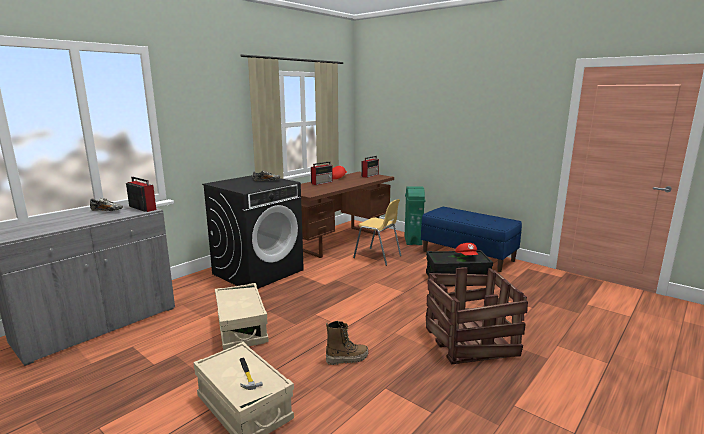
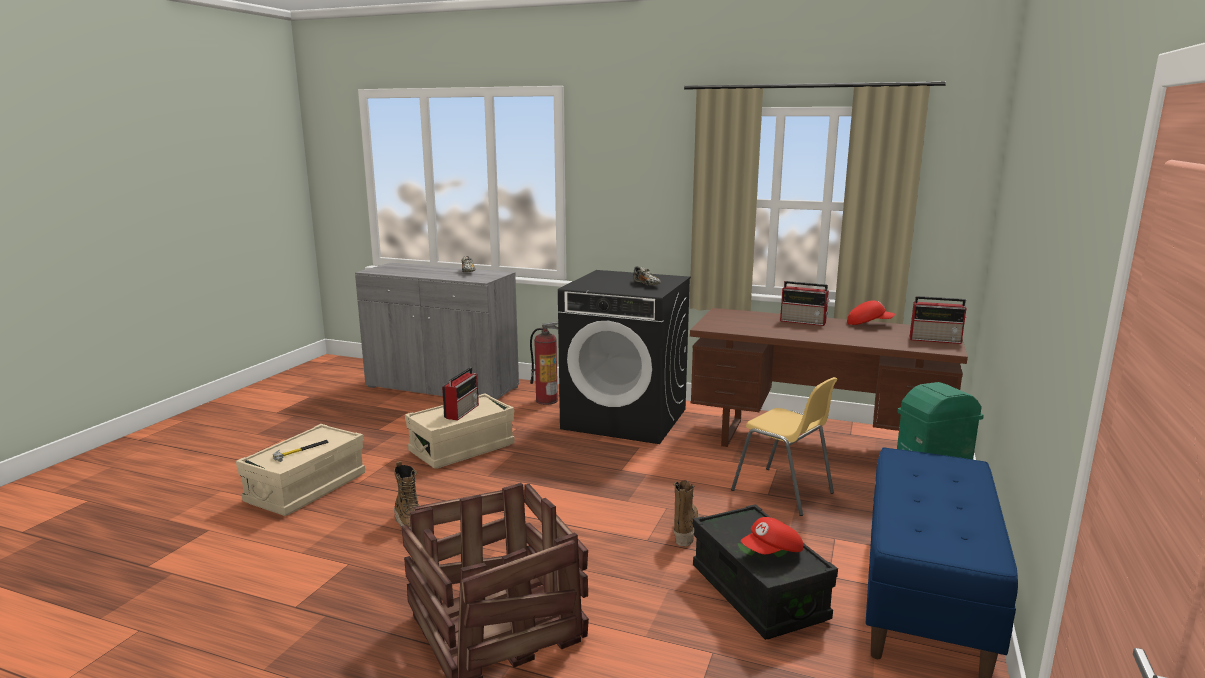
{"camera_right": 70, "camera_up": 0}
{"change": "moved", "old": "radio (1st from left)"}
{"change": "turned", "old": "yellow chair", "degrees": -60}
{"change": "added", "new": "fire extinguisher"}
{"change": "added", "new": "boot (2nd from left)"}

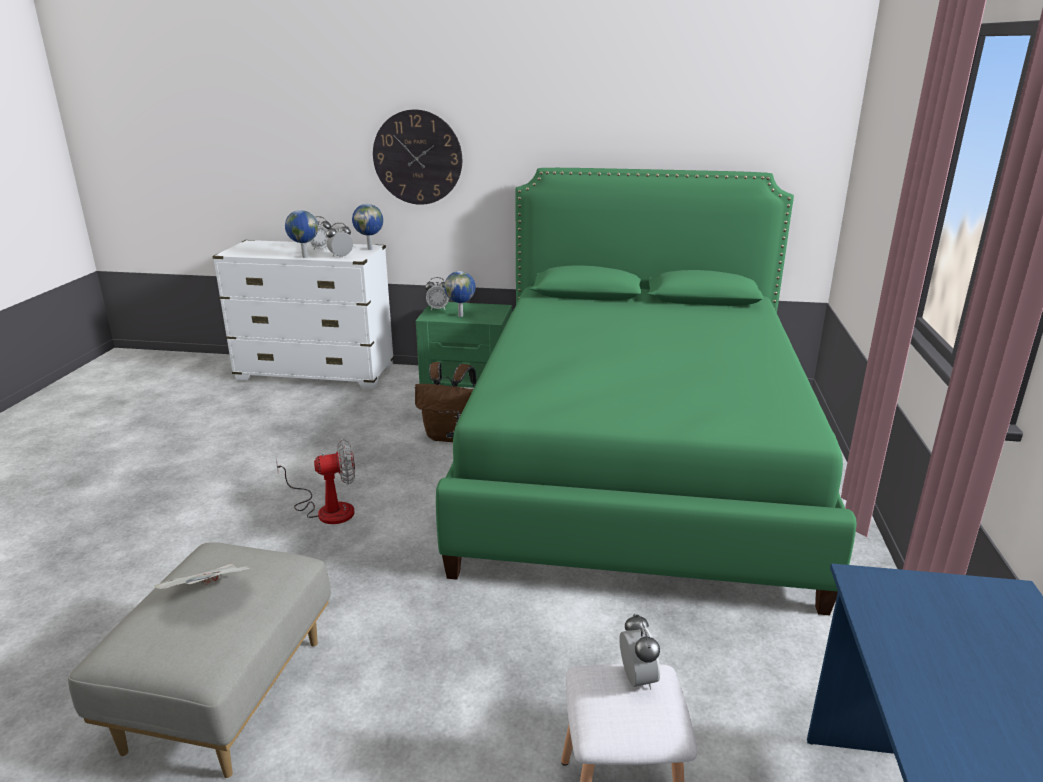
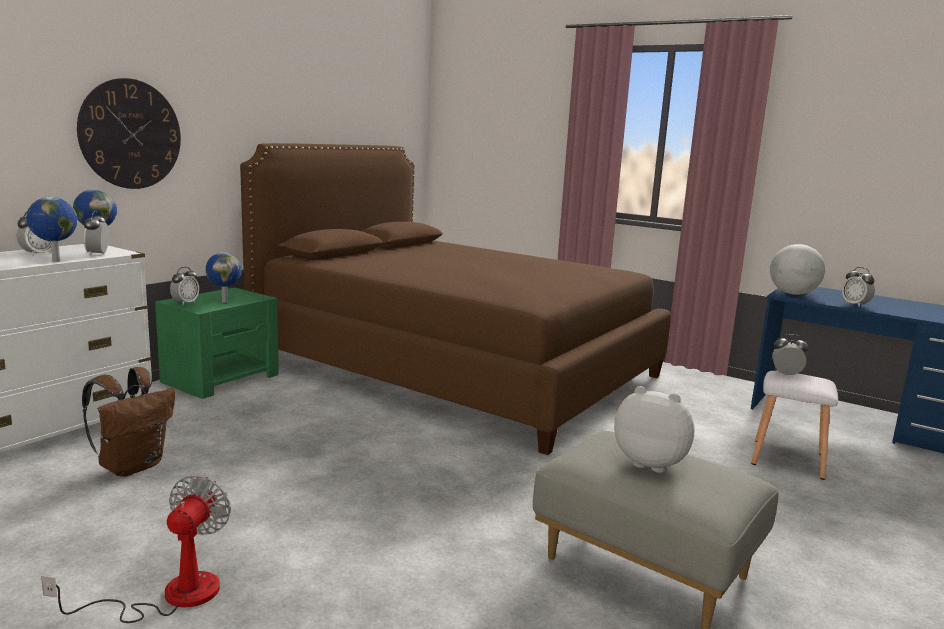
{"camera_right": -65, "camera_up": -10}
{"change": "replaced", "old": "newspaper", "new": "plush toy"}
{"change": "moved", "old": "fan"}
{"change": "moved", "old": "brown backpack"}
{"change": "recoloured", "old": "green bed", "new": "brown bed"}
{"change": "added", "new": "globe (4th from left)"}
{"change": "added", "new": "alarm clock (5th from left)"}

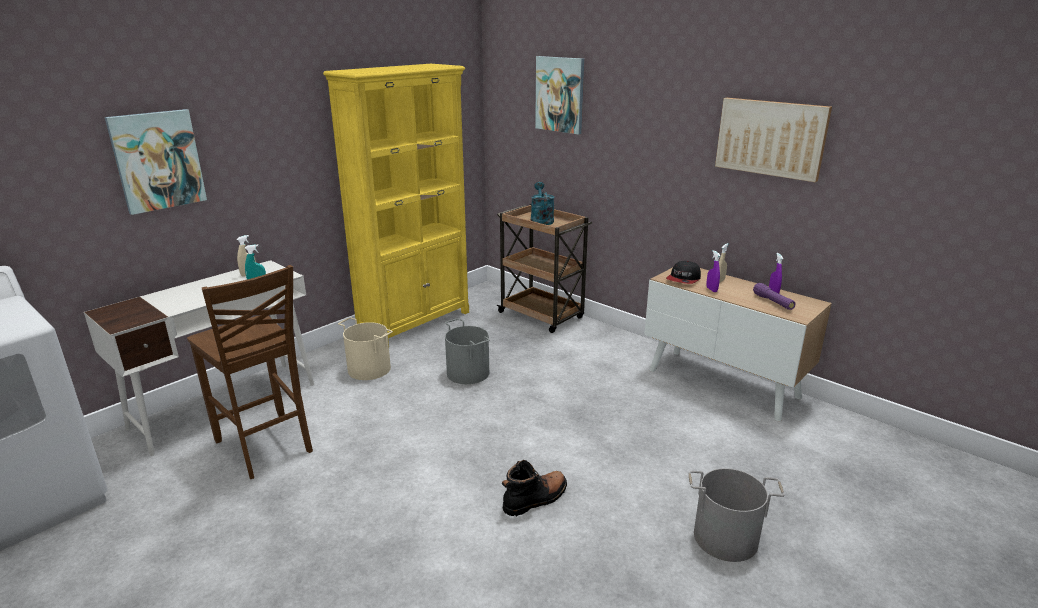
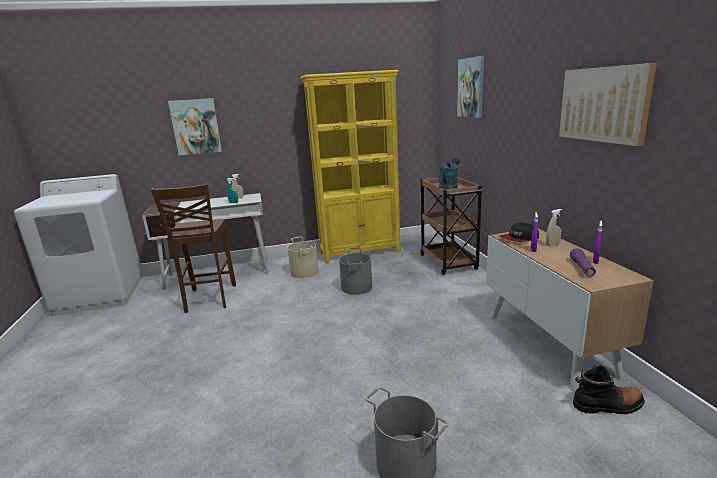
{"camera_right": 35, "camera_up": -5}
{"change": "moved", "old": "black boot"}

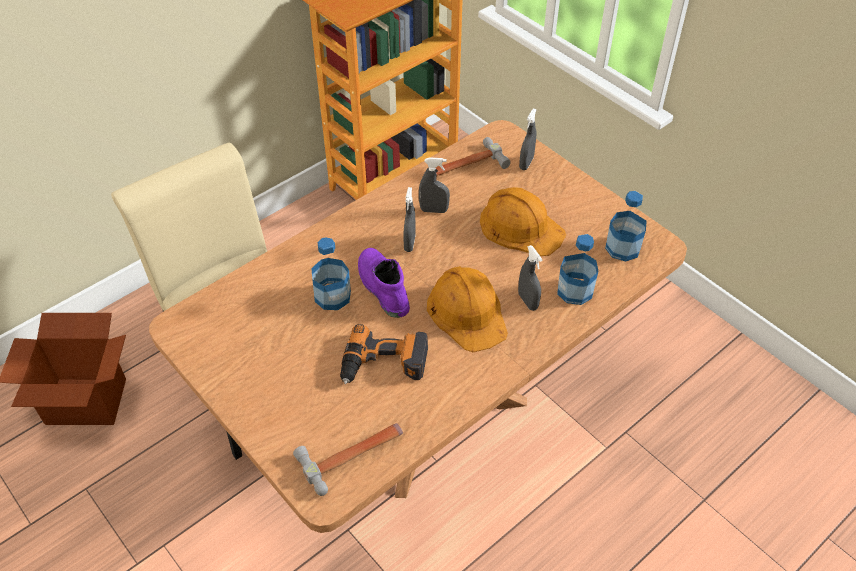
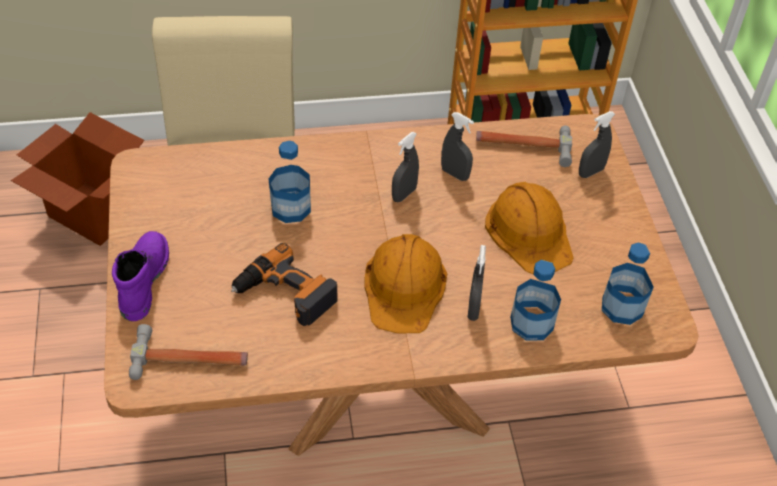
{"camera_right": 30, "camera_up": 0}
{"change": "moved", "old": "purple boot"}

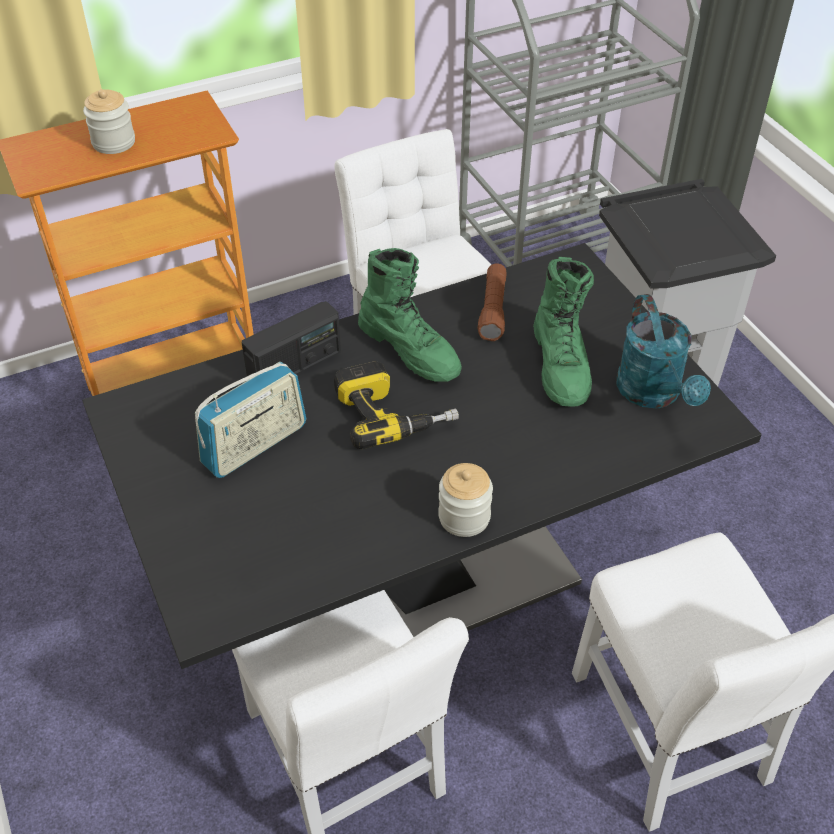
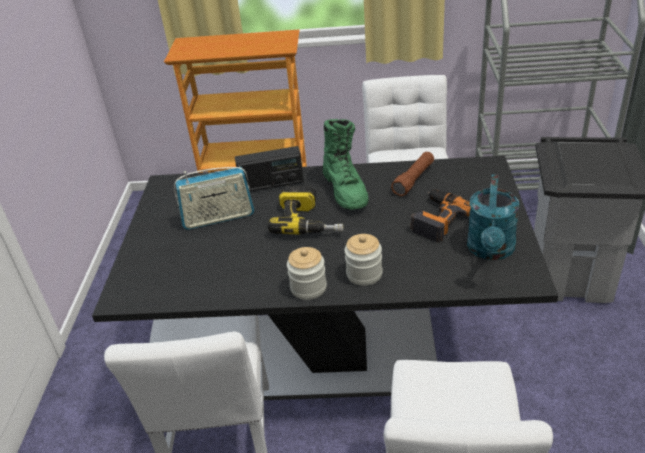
{"camera_right": 30, "camera_up": -10}
{"change": "moved", "old": "jar (1st from left in the first image)", "new": "jar (2nd from left)"}
{"change": "replaced", "old": "green boot (2nd from left)", "new": "power drill (2nd from left)"}

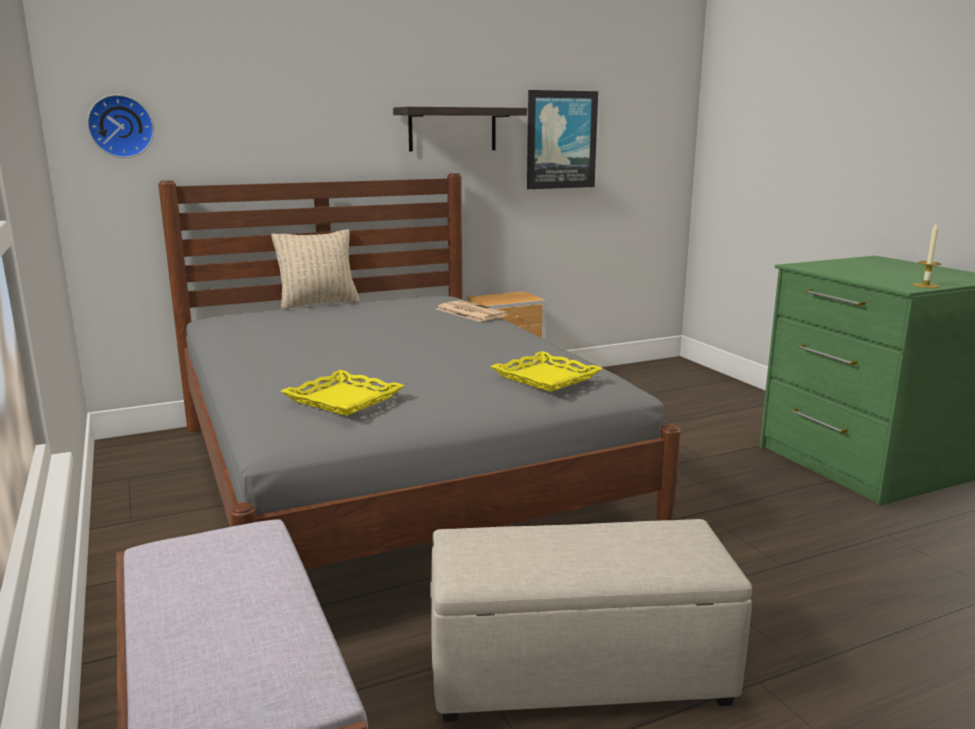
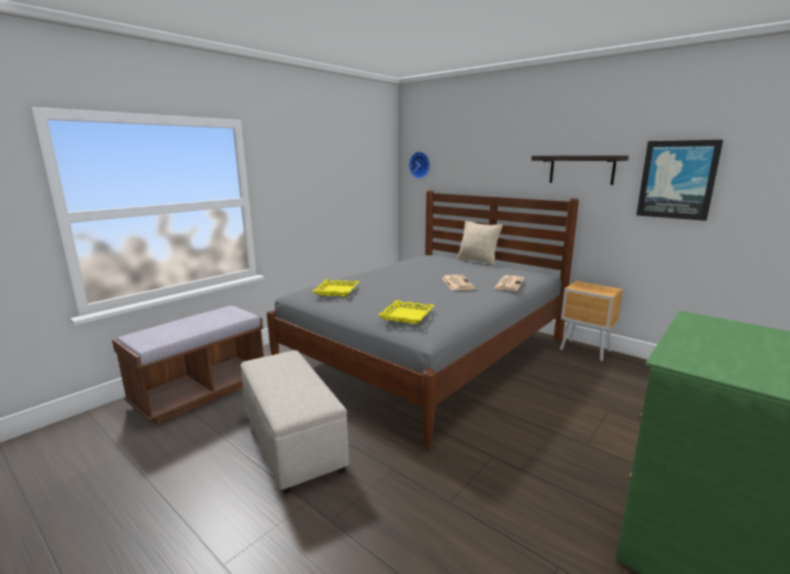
{"camera_right": 65, "camera_up": 0}
{"change": "removed", "old": "candle"}
{"change": "added", "new": "newspaper (1st from left)"}

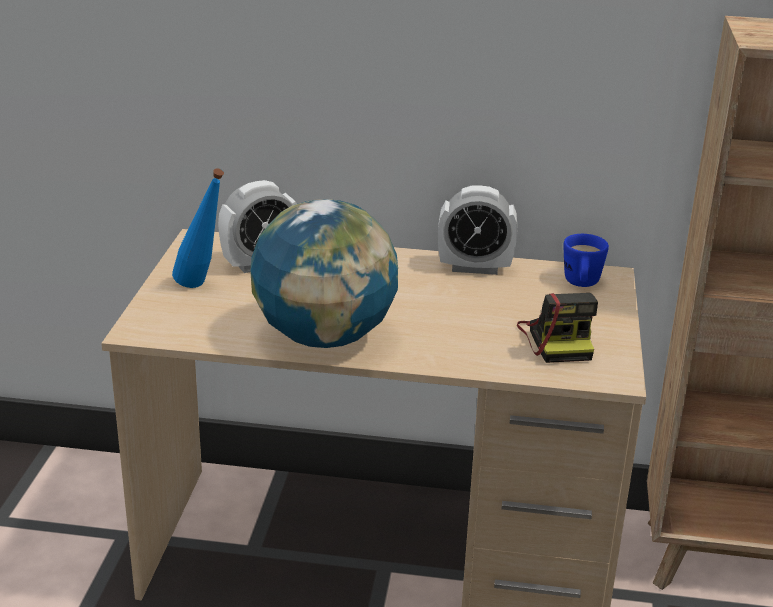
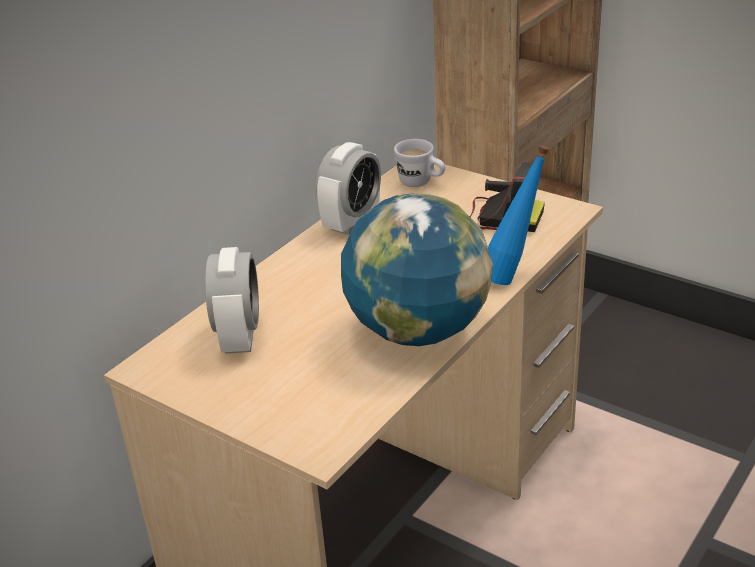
{"camera_right": -60, "camera_up": 5}
{"change": "moved", "old": "blue bottle"}
{"change": "recoloured", "old": "blue mug", "new": "white mug"}

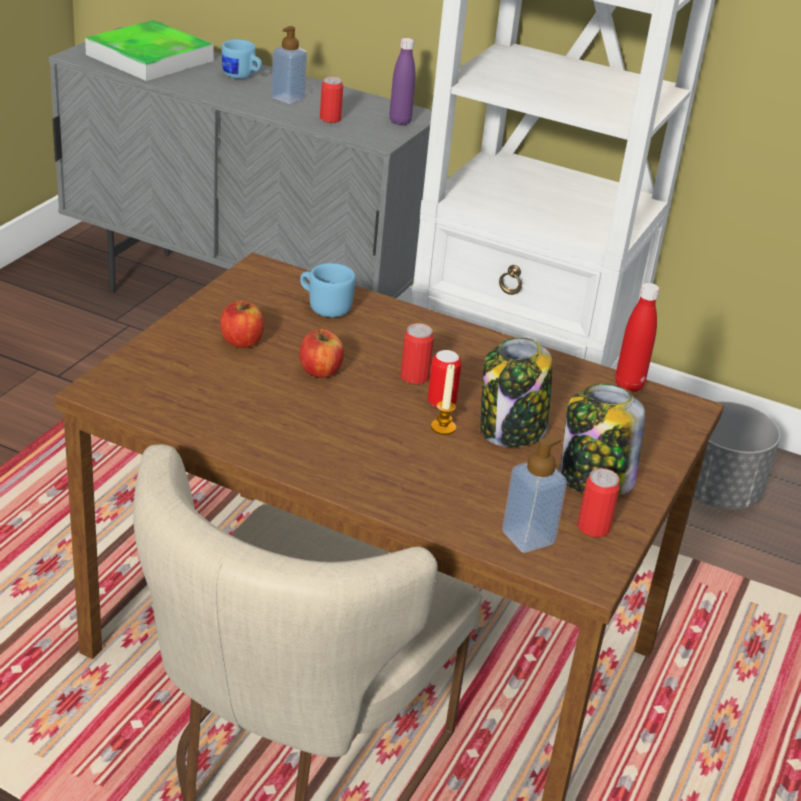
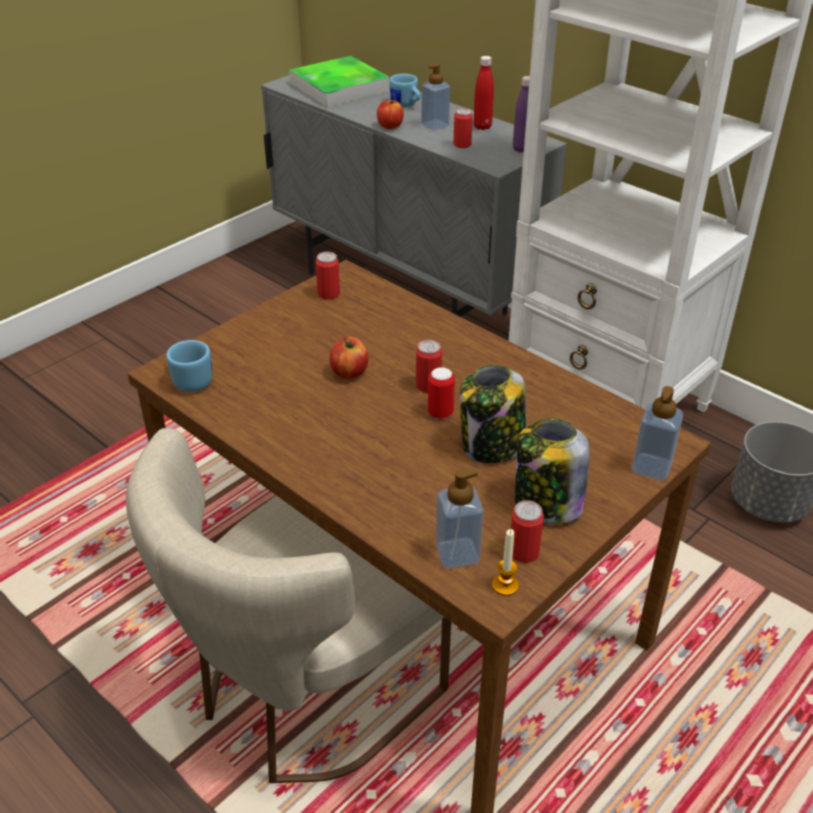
{"camera_right": 20, "camera_up": 5}
{"change": "moved", "old": "apple (1st from left in the first image)", "new": "apple (2nd from left)"}
{"change": "moved", "old": "blue mug (2nd from left in the first image)", "new": "blue mug (1st from left)"}
{"change": "moved", "old": "candle"}
{"change": "moved", "old": "red bottle"}
{"change": "added", "new": "can (1st from left)"}
{"change": "added", "new": "soap dispenser (3rd from left)"}

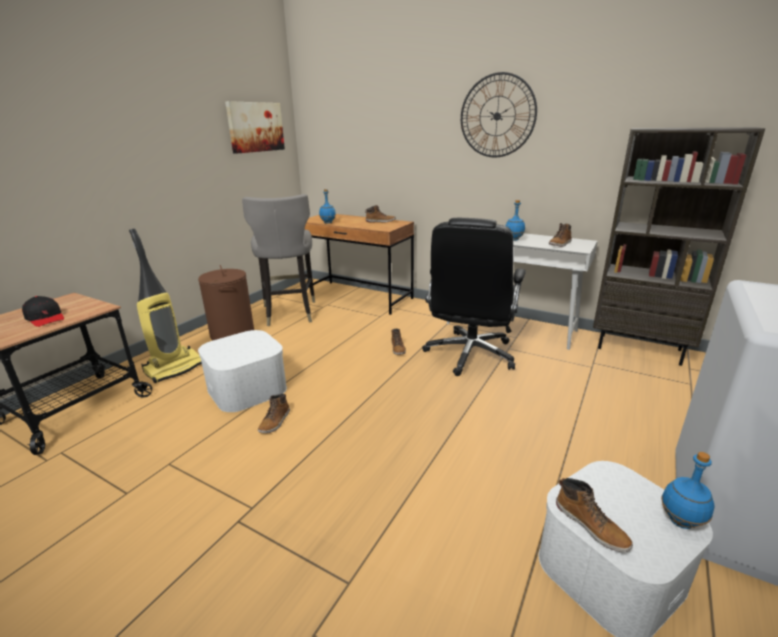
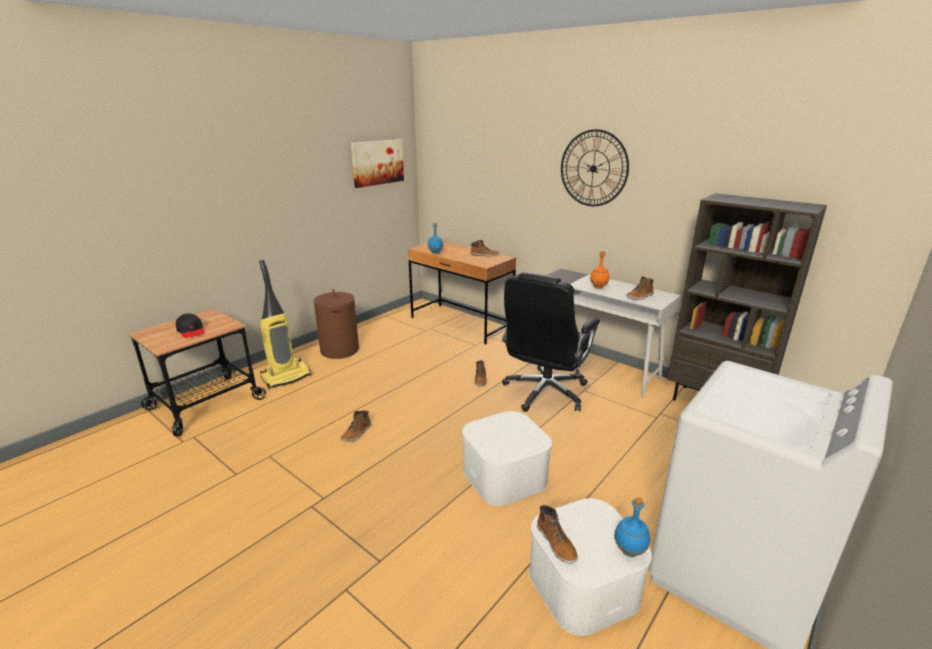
{"camera_right": 10, "camera_up": 0}
{"change": "moved", "old": "white storage box (1st from left)"}
{"change": "removed", "old": "grey stool"}
{"change": "recoloured", "old": "blue bottle (2nd from left)", "new": "orange bottle"}

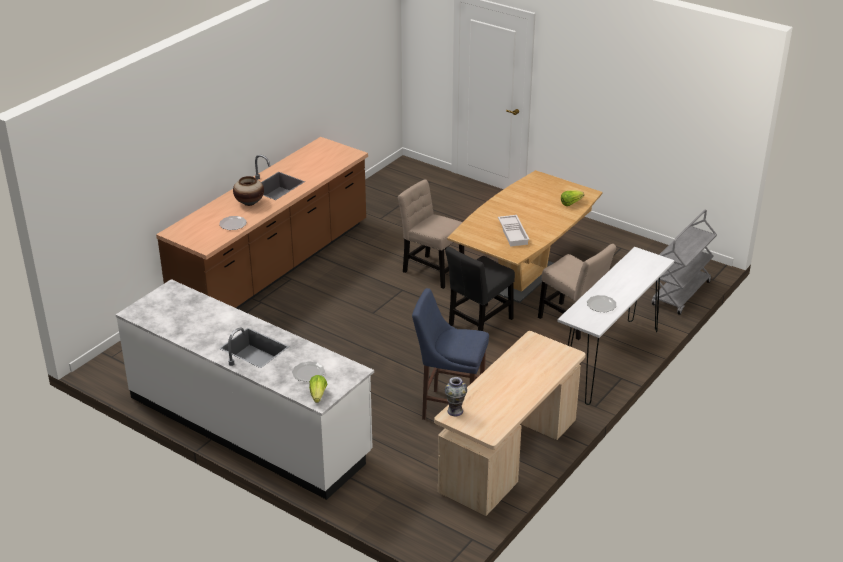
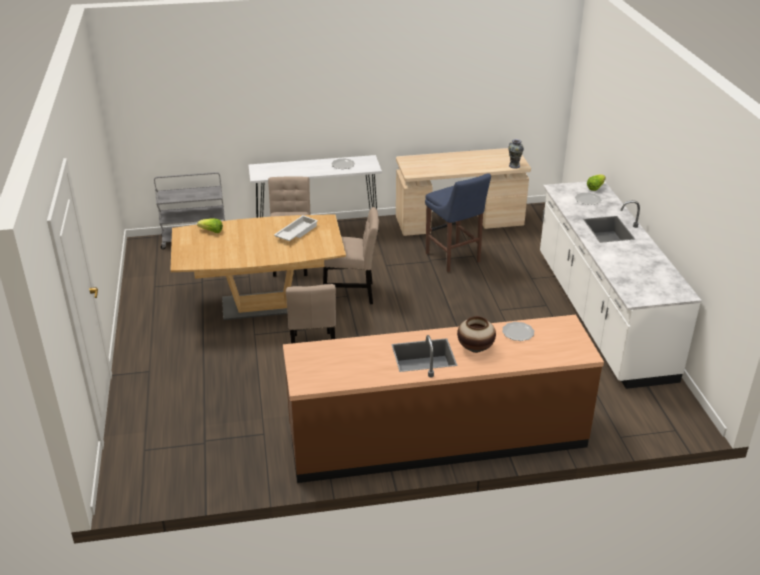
{"camera_right": -135, "camera_up": 0}
{"change": "recoloured", "old": "black chair", "new": "beige chair (3rd from left)"}

